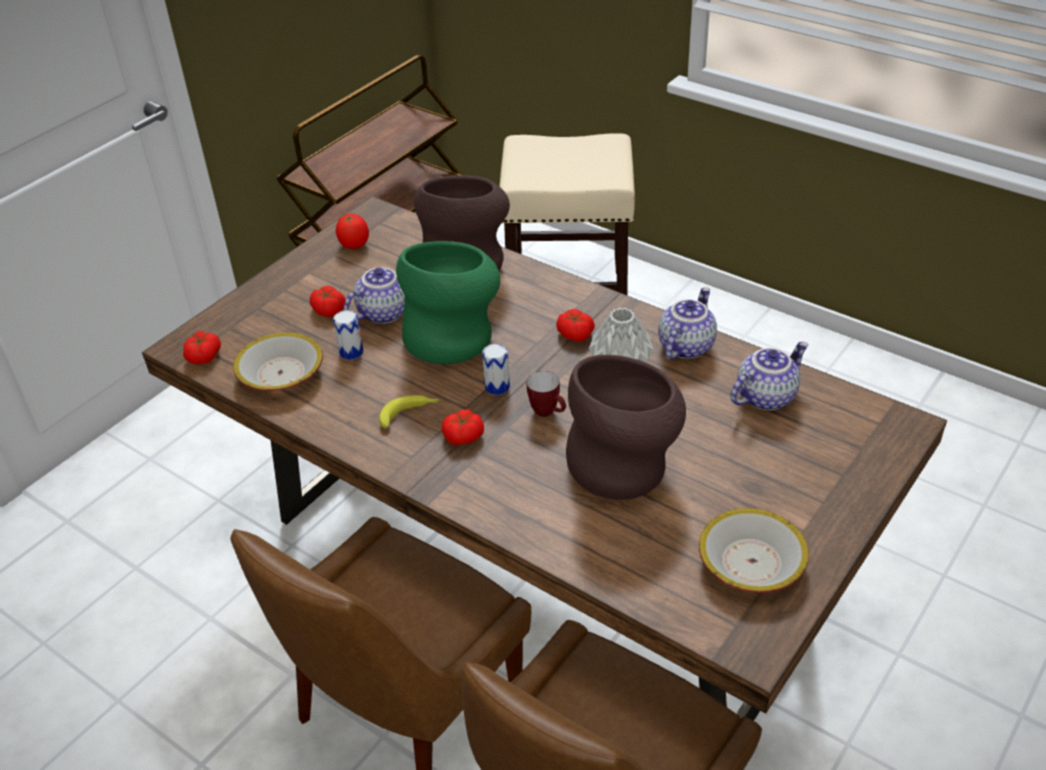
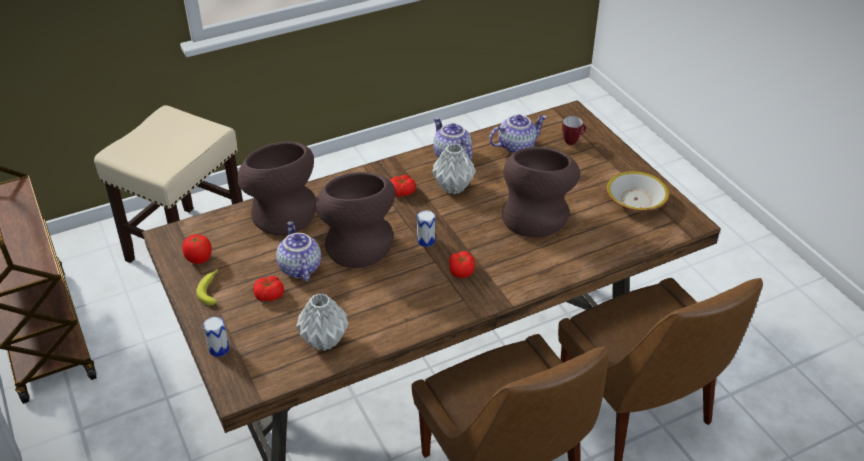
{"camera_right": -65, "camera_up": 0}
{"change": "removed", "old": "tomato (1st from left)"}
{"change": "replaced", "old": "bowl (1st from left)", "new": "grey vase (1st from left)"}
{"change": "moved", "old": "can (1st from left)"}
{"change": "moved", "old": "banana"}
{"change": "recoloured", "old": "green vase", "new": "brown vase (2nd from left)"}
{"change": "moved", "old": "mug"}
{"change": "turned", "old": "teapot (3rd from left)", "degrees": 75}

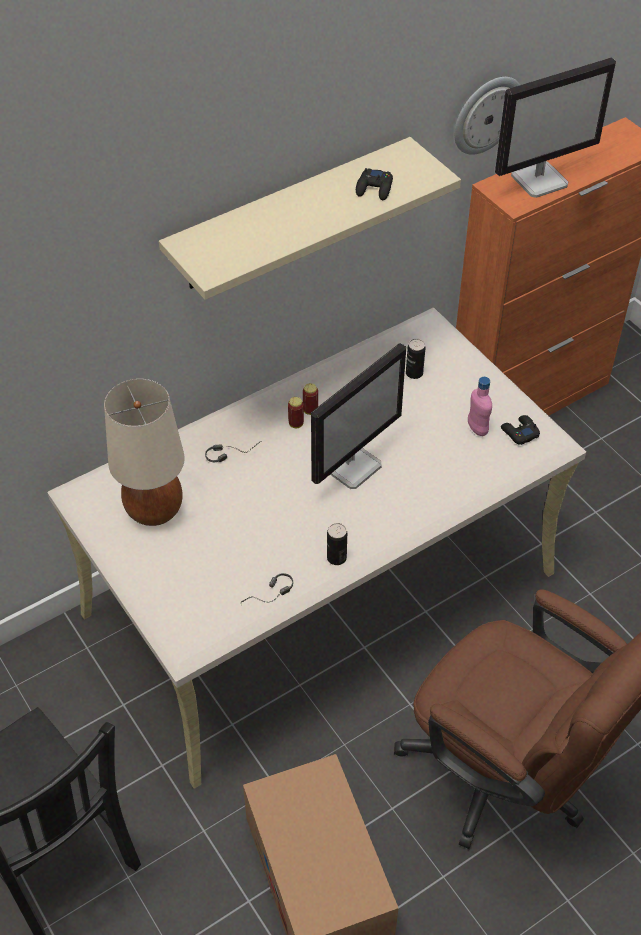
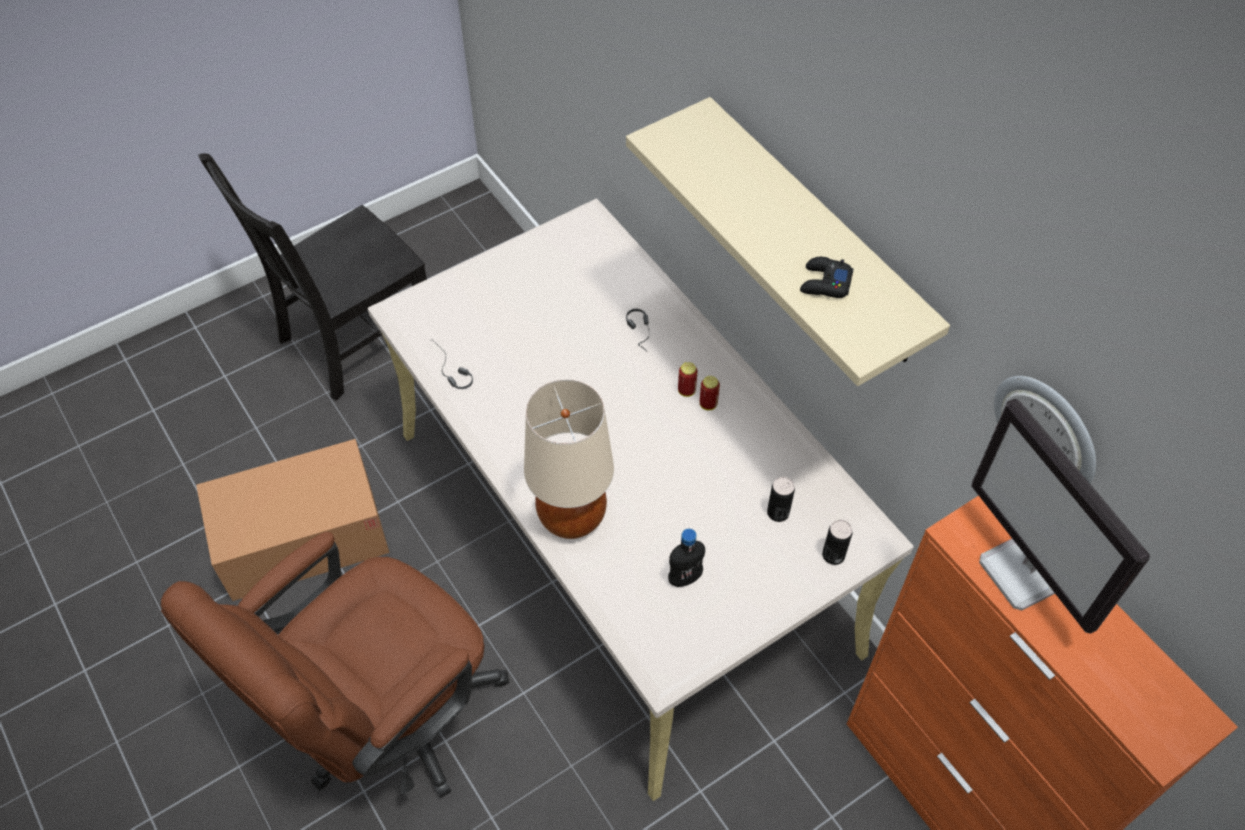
{"camera_right": 90, "camera_up": 5}
{"change": "moved", "old": "beige table lamp"}
{"change": "removed", "old": "monitor (1st from left)"}
{"change": "moved", "old": "can (3rd from left in the first image)", "new": "can (4th from left)"}
{"change": "recoloured", "old": "pink bottle", "new": "black bottle"}
{"change": "removed", "old": "black game controller (2nd from left)"}

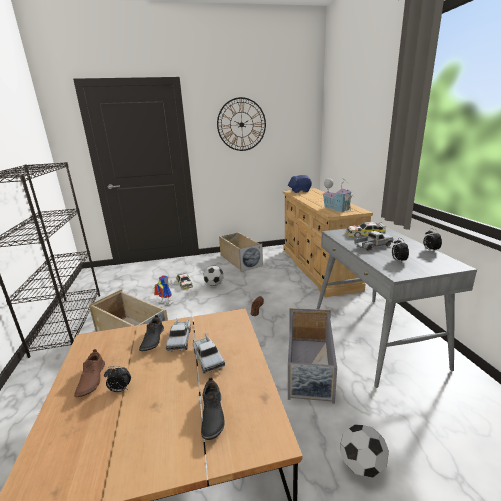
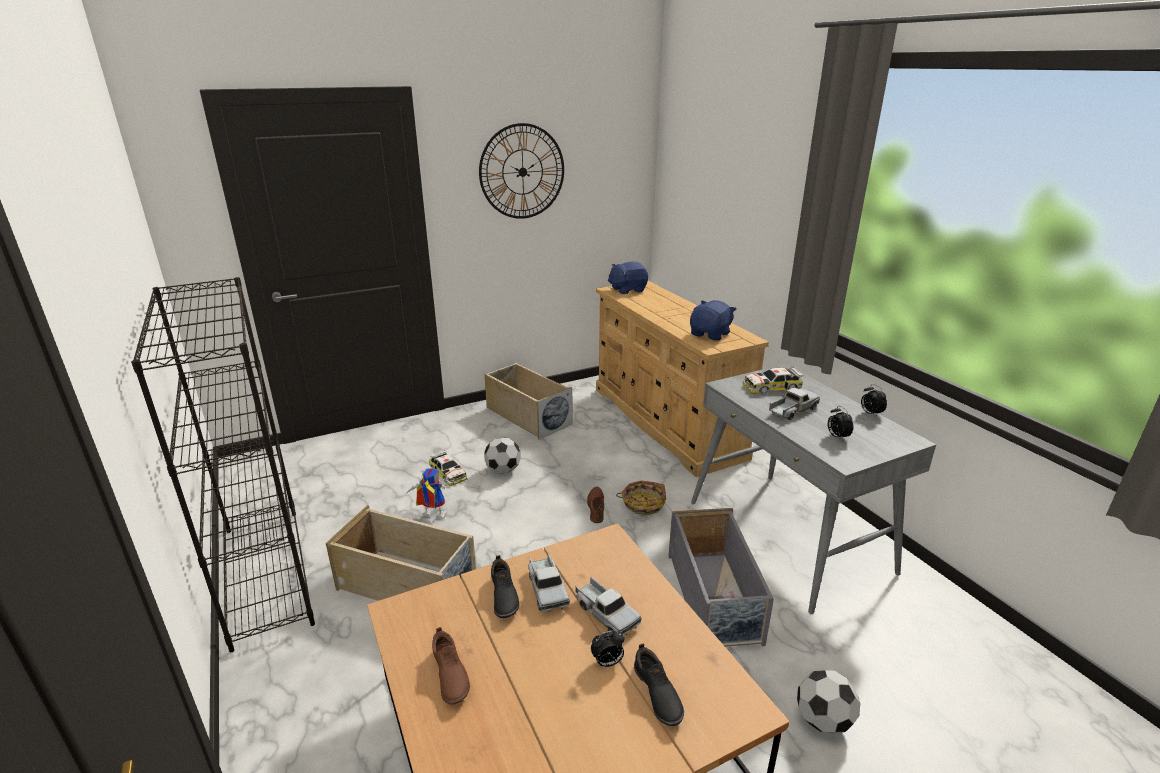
{"camera_right": -15, "camera_up": 5}
{"change": "moved", "old": "alarm clock (1st from left)"}
{"change": "replaced", "old": "toy house", "new": "blue plush toy (2nd from left)"}
{"change": "added", "new": "basket"}

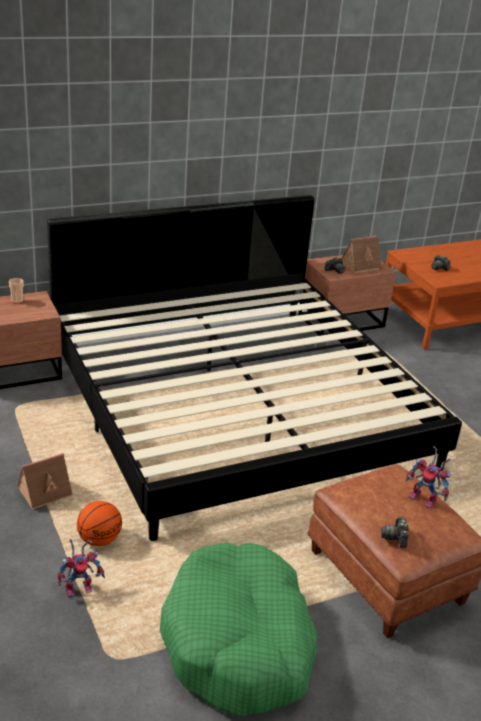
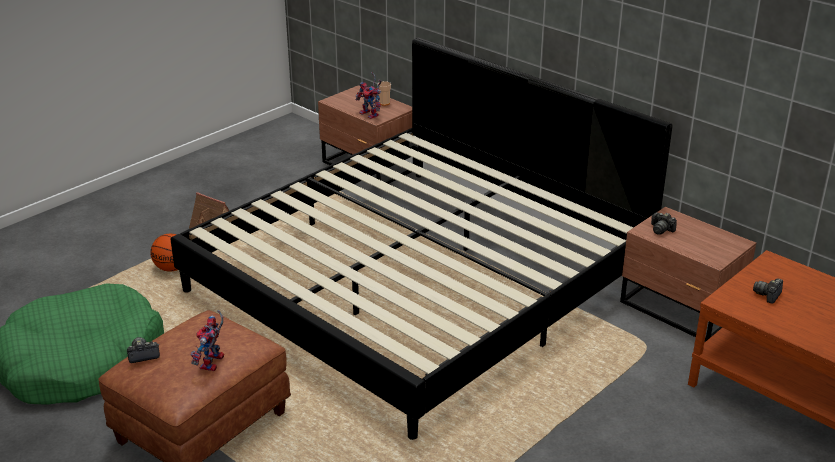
{"camera_right": 70, "camera_up": 0}
{"change": "moved", "old": "toy robot (1st from left in the first image)", "new": "toy robot (2nd from left)"}
{"change": "removed", "old": "toy house (2nd from left)"}

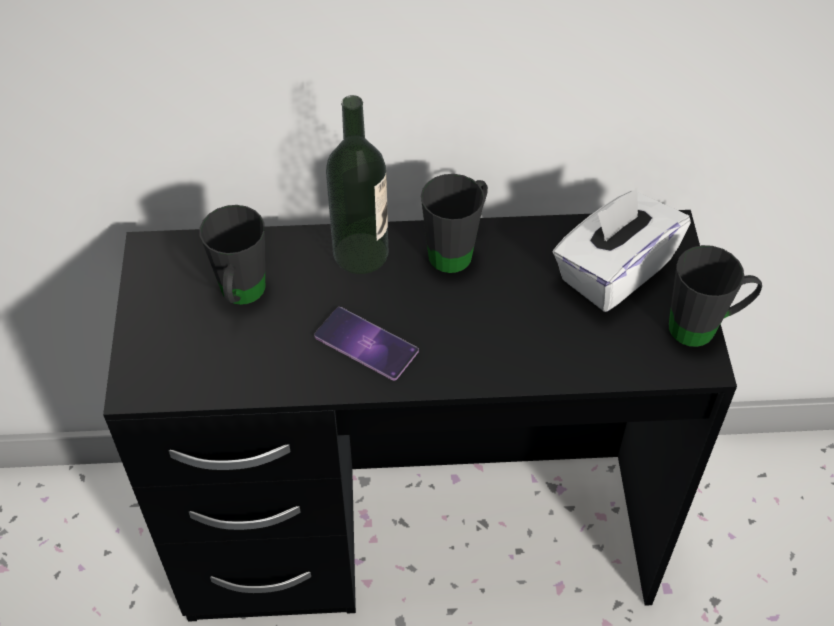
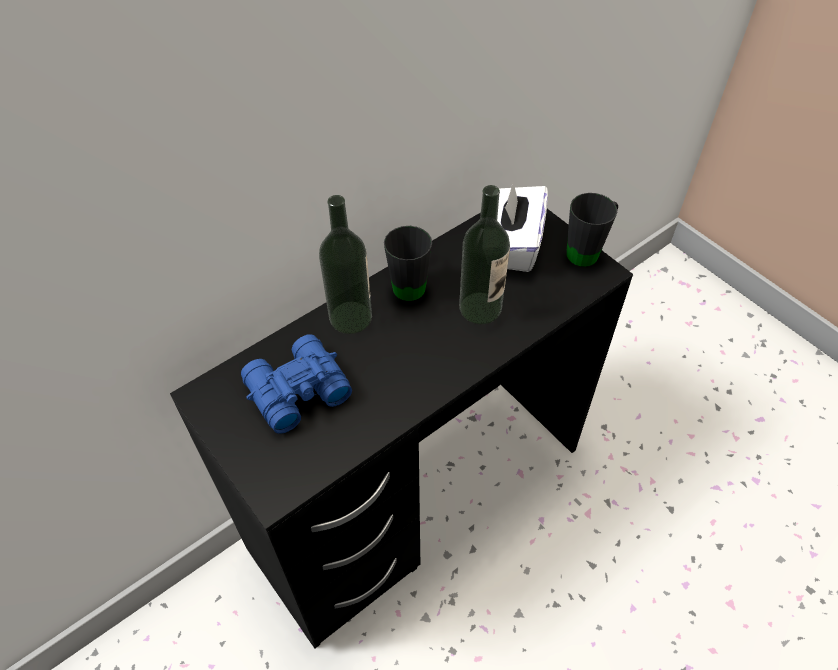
{"camera_right": -35, "camera_up": 0}
{"change": "replaced", "old": "black mug (1st from left)", "new": "blue binoculars"}
{"change": "removed", "old": "phone"}
{"change": "added", "new": "bottle (2nd from left)"}

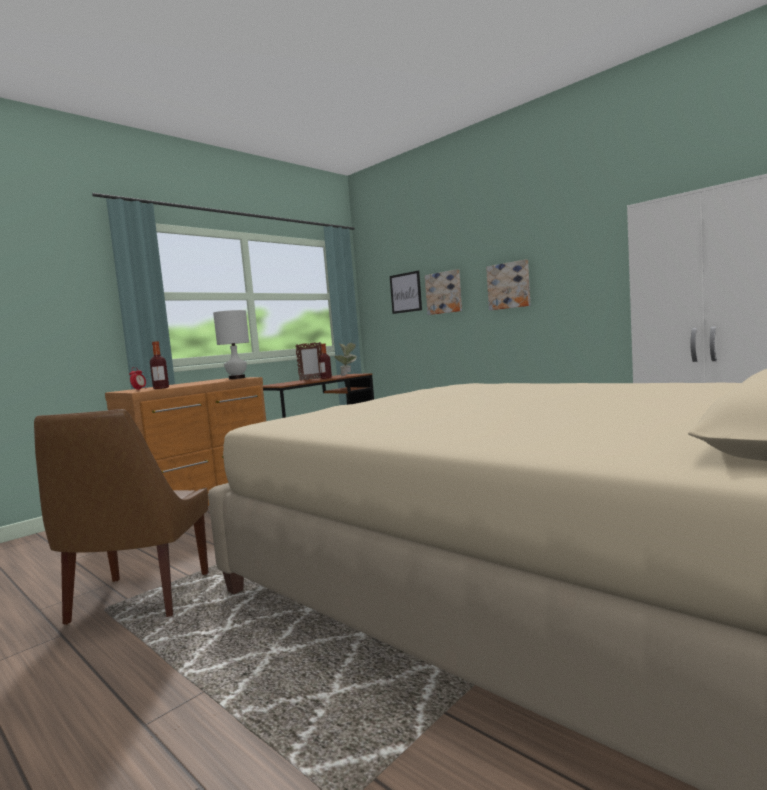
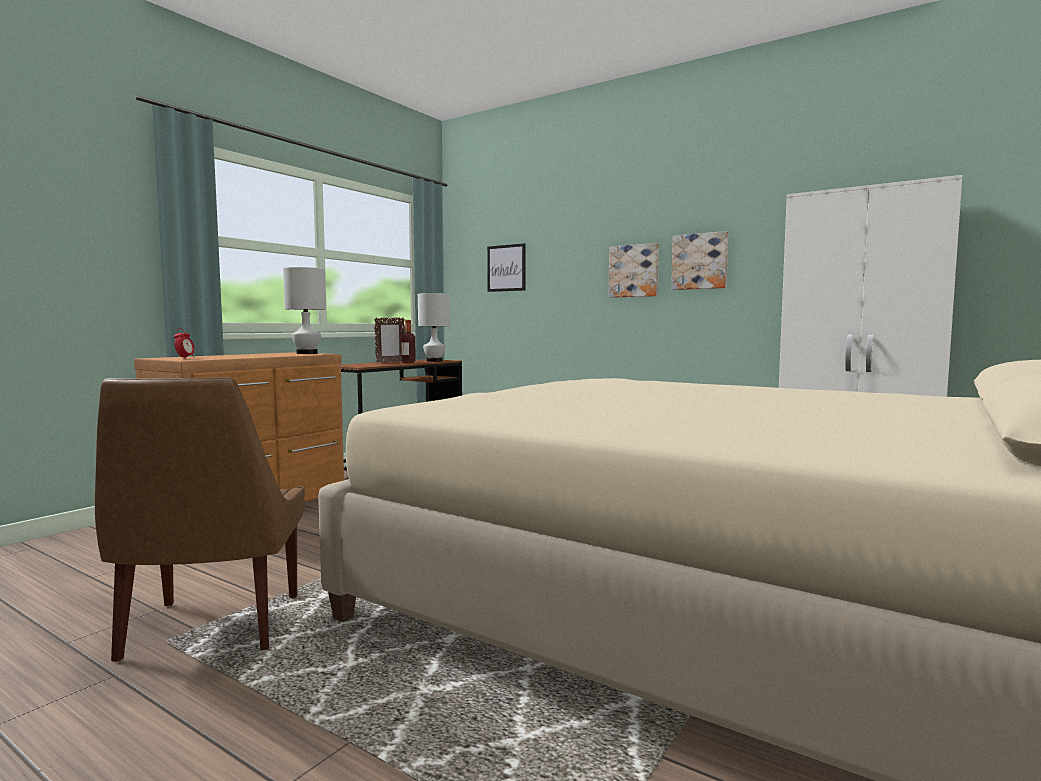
{"camera_right": -10, "camera_up": 0}
{"change": "removed", "old": "bottle (1st from left)"}
{"change": "replaced", "old": "potted plant", "new": "white table lamp (2nd from left)"}
{"change": "moved", "old": "picture (2nd from left in the first image)", "new": "picture (3rd from left)"}

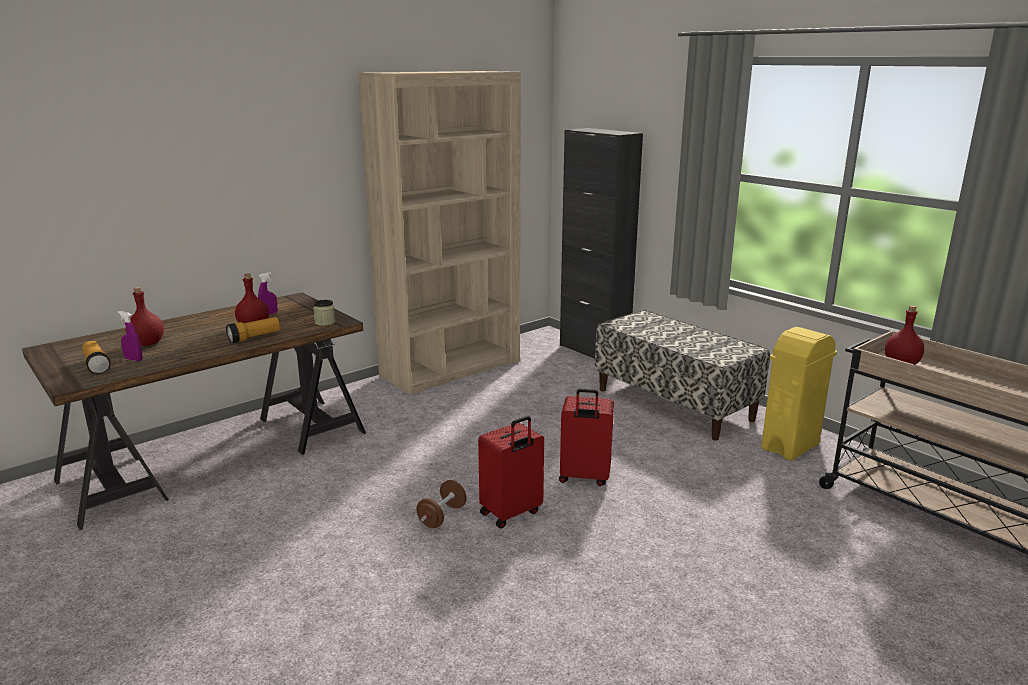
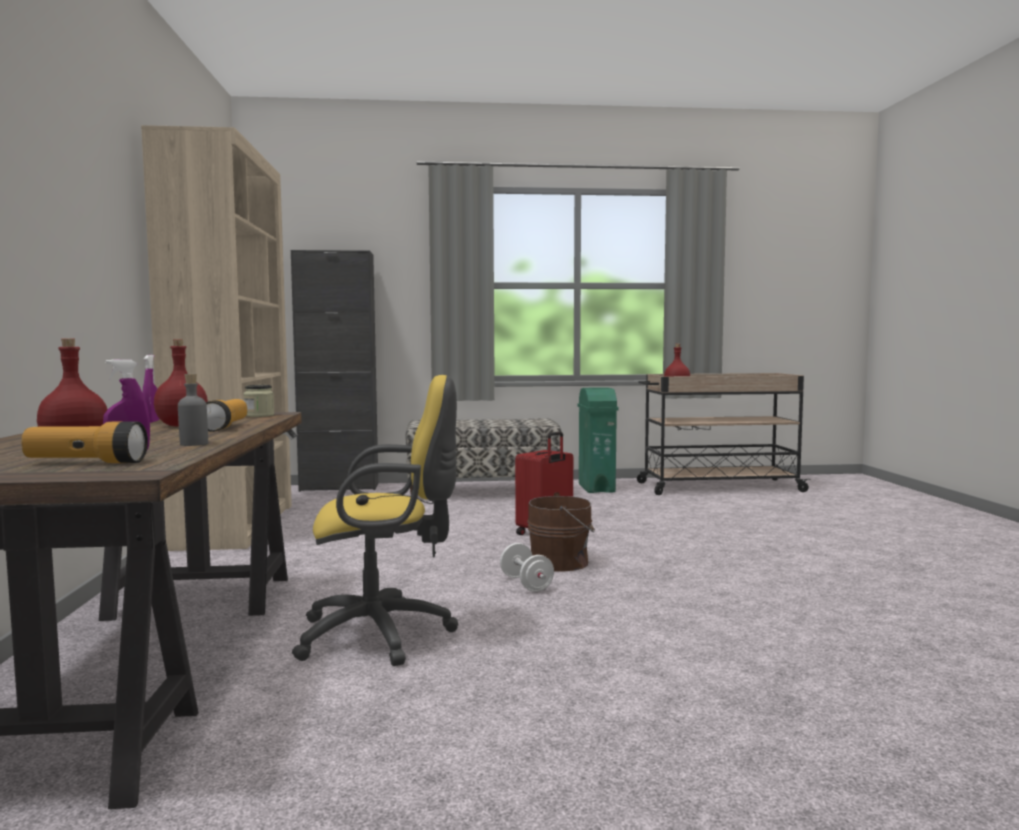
{"camera_right": -55, "camera_up": -15}
{"change": "recoloured", "old": "brown dumbbell", "new": "white dumbbell"}
{"change": "replaced", "old": "red suitcase (1st from left)", "new": "brown bucket"}
{"change": "recoloured", "old": "yellow trash can", "new": "green trash can"}
{"change": "added", "new": "grey bottle"}
{"change": "added", "new": "yellow office chair"}

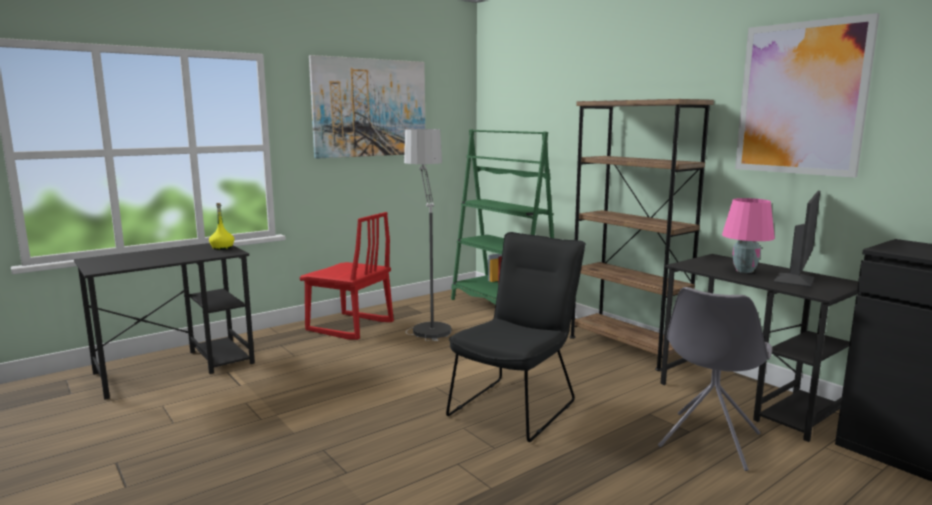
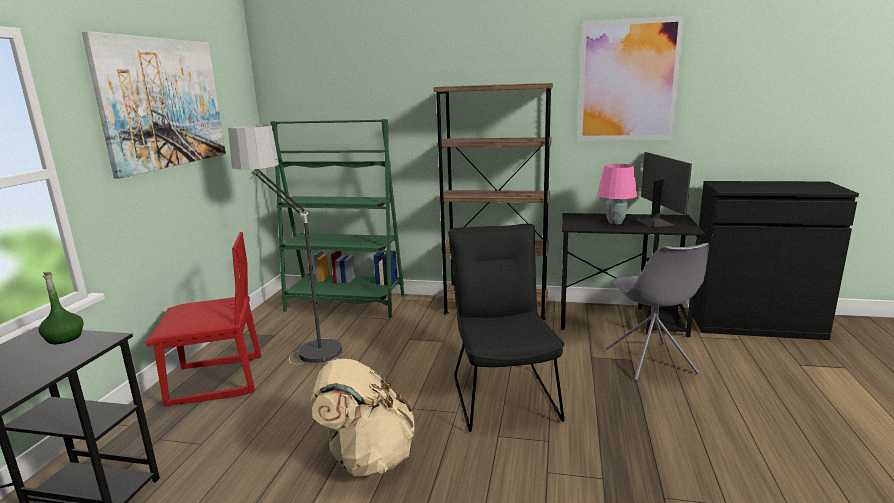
{"camera_right": -40, "camera_up": 5}
{"change": "recoloured", "old": "yellow bottle", "new": "green bottle"}
{"change": "added", "new": "beige backpack"}

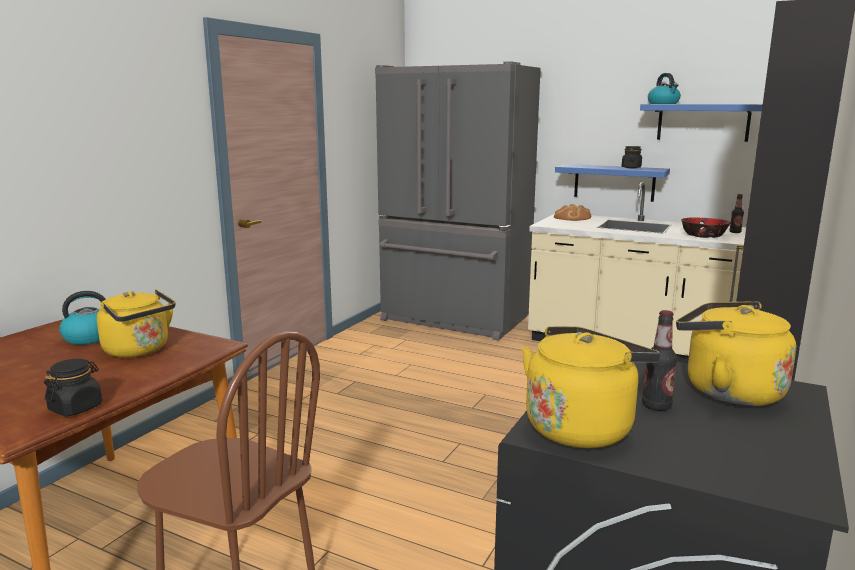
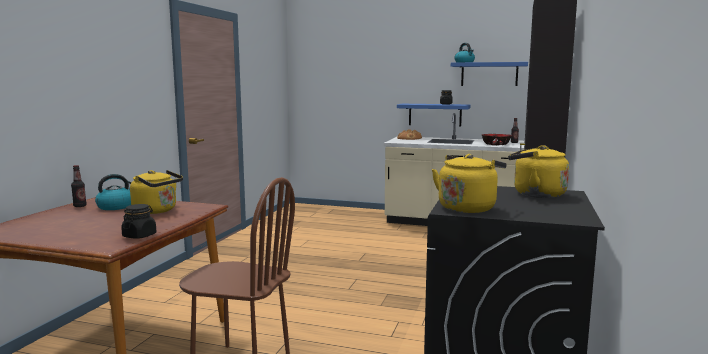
{"camera_right": -10, "camera_up": -5}
{"change": "removed", "old": "grey fridge"}
{"change": "moved", "old": "bottle (1st from left)"}

